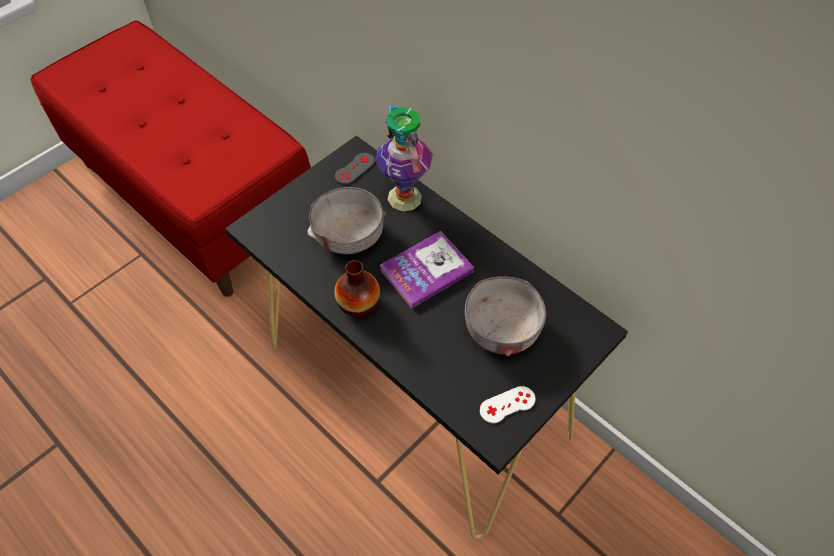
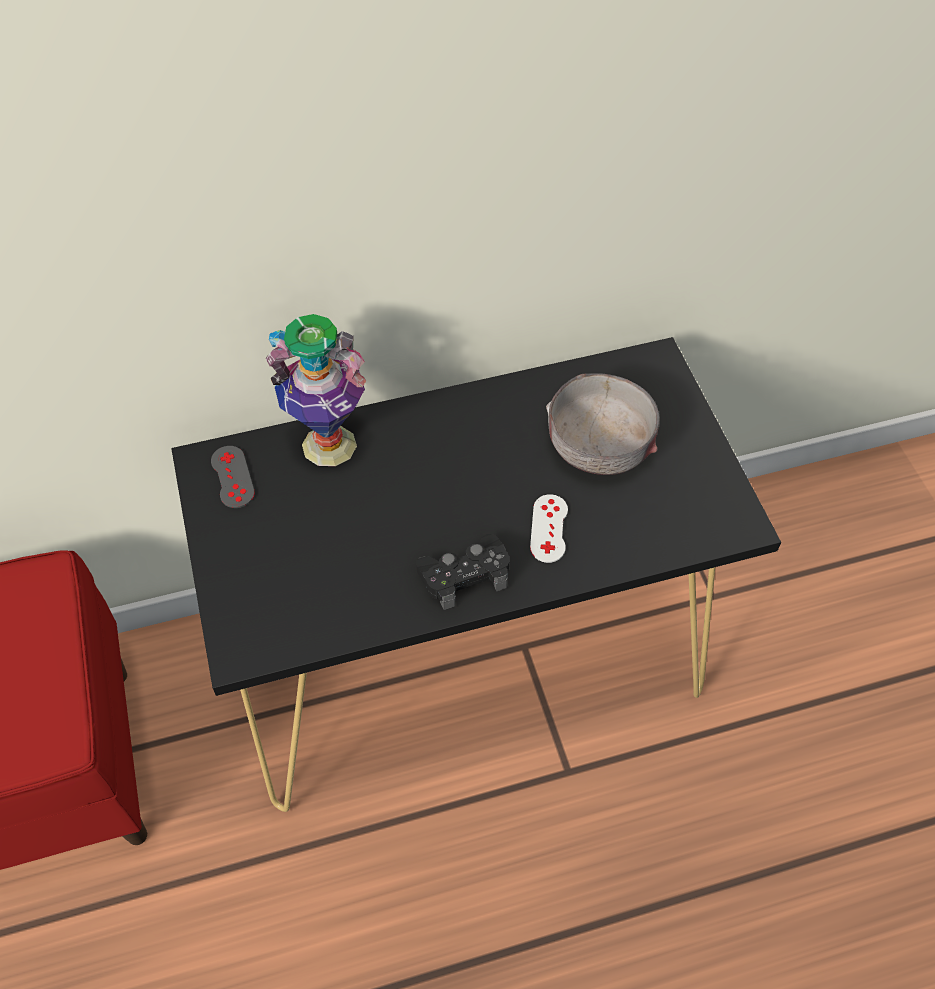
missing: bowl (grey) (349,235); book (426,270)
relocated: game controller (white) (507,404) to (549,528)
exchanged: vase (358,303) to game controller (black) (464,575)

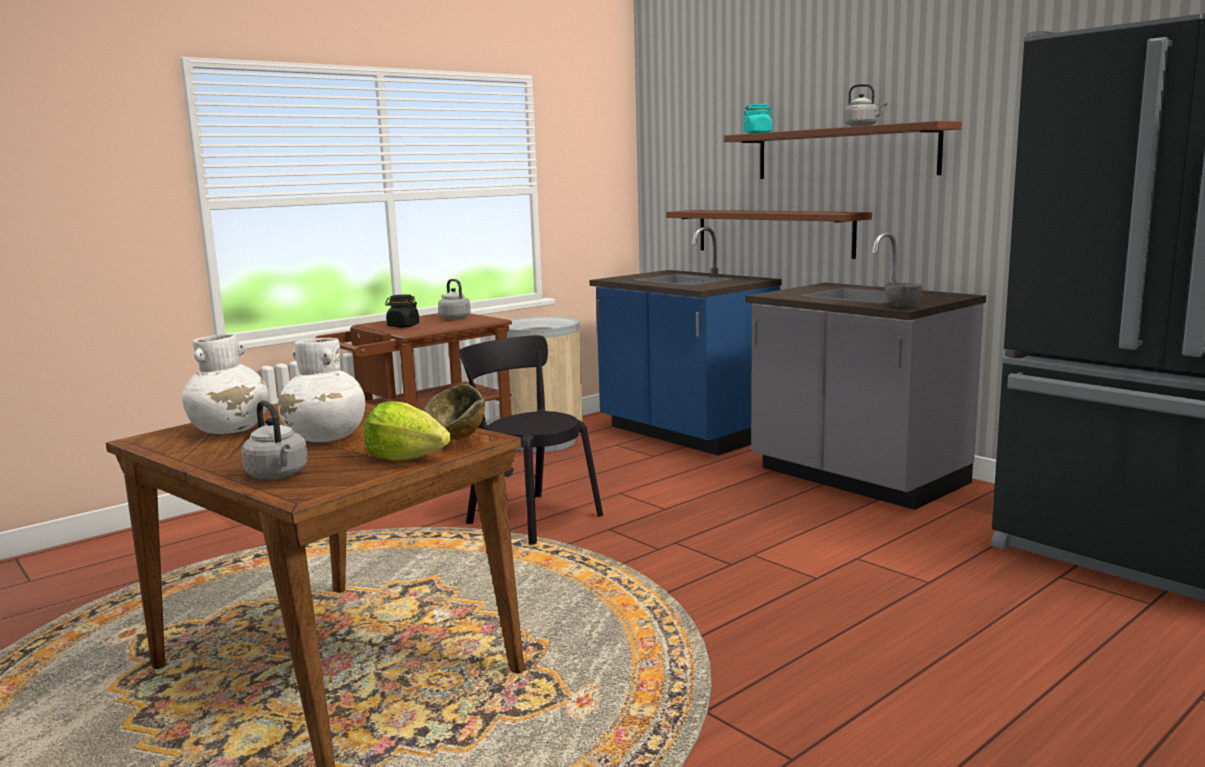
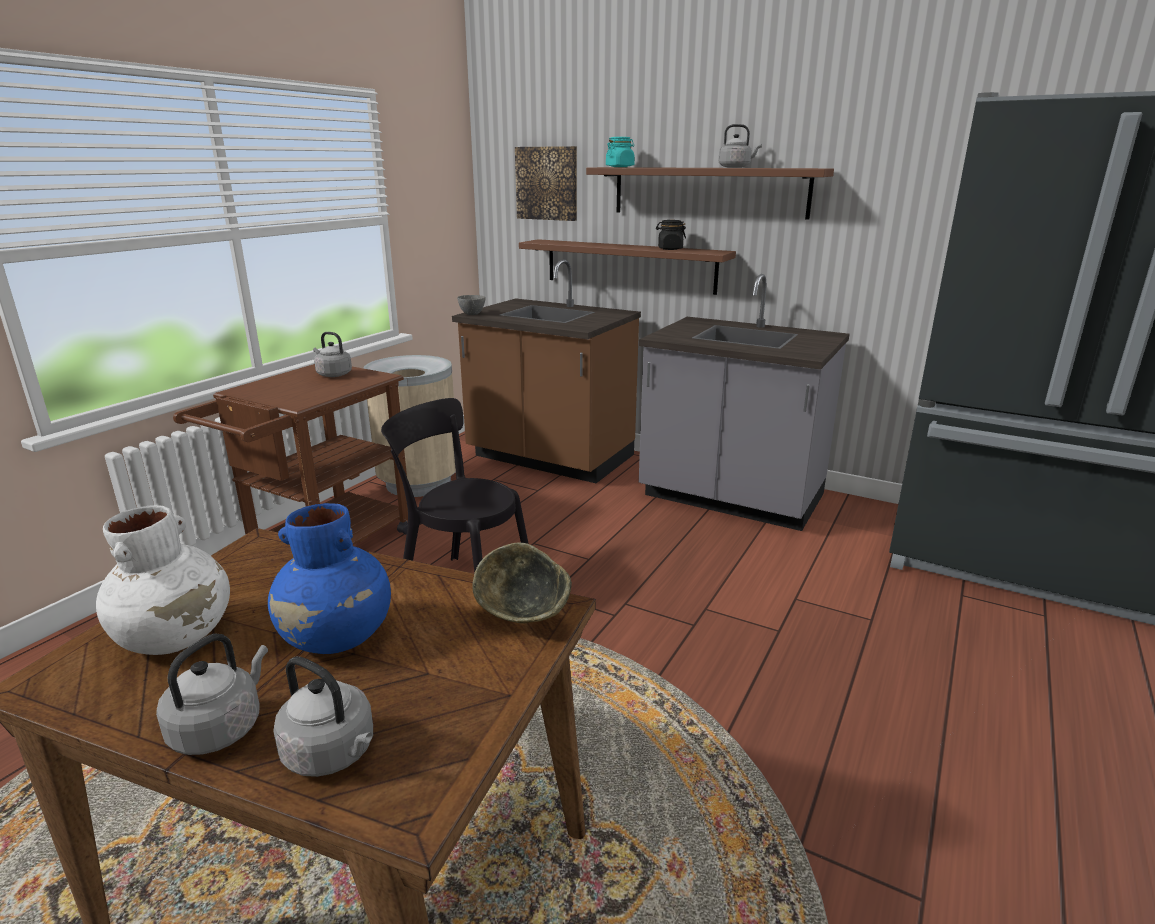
missing: lettuce (406,458)
appeared: kettle (grey) (220,728); picture (547,183)
relocated: jar (black) (403,326) to (670,249); bowl (grey) (901,307) to (471,314)
colour: vase (white) (325,438) to vase (blue) (337,638); counter (blue) (685,433) to counter (brown) (550,458)

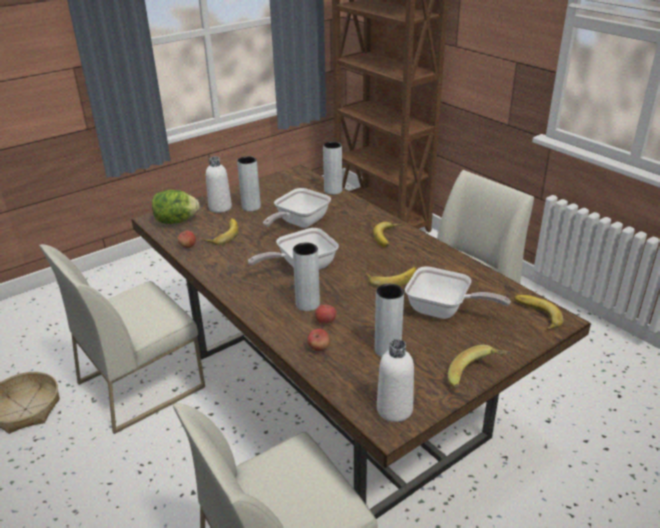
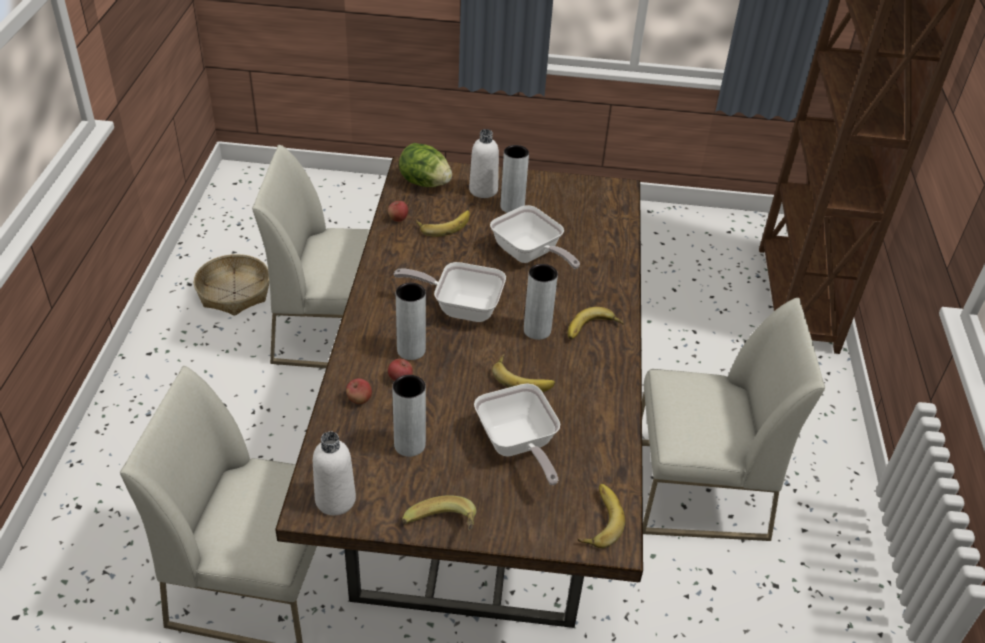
relocated: vase (grey) (333,190) to (537,330)
spun: frying pan (299,223) = (529,255) 120 degrees counterclockwise

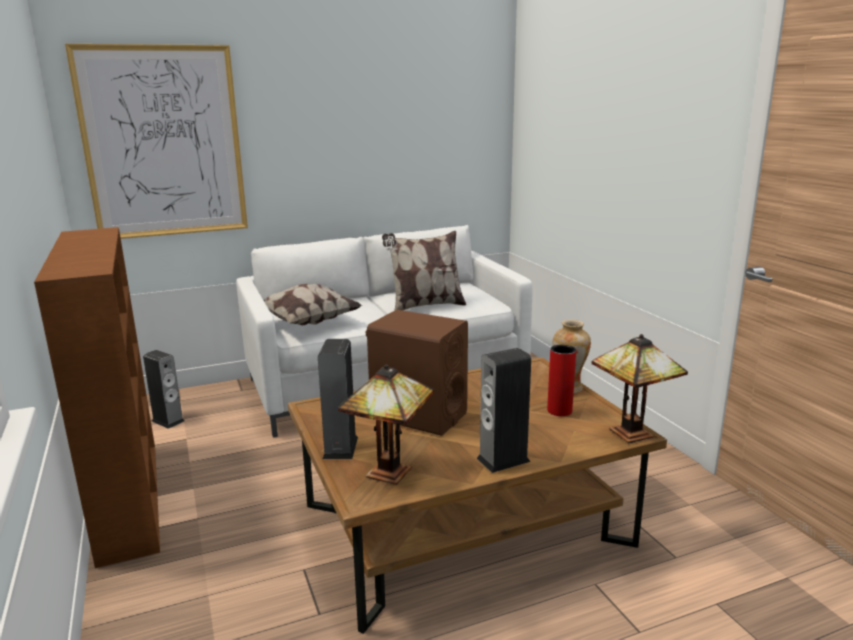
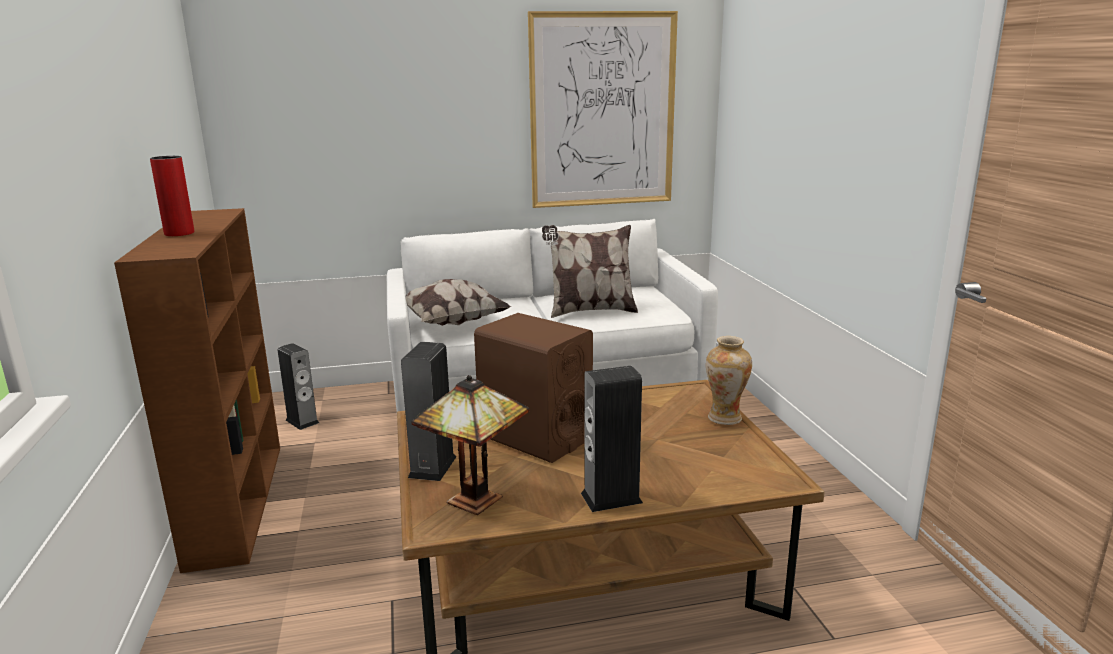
missing: table lamp (634,434)
relocated: picture (163,143) to (602,111); vase (red) (559,411) to (179,233)

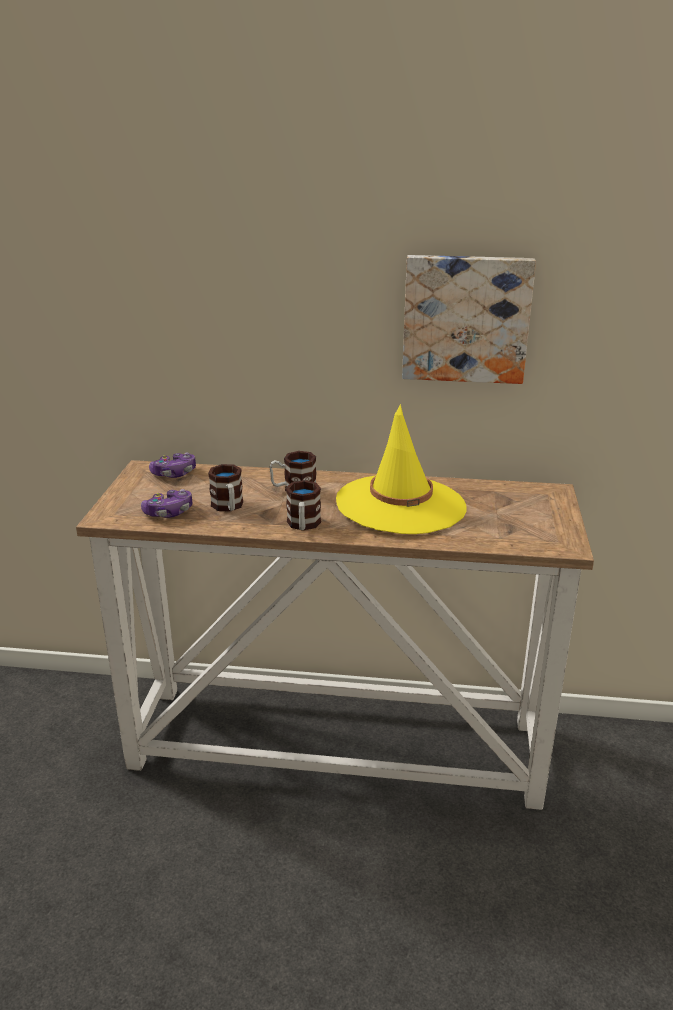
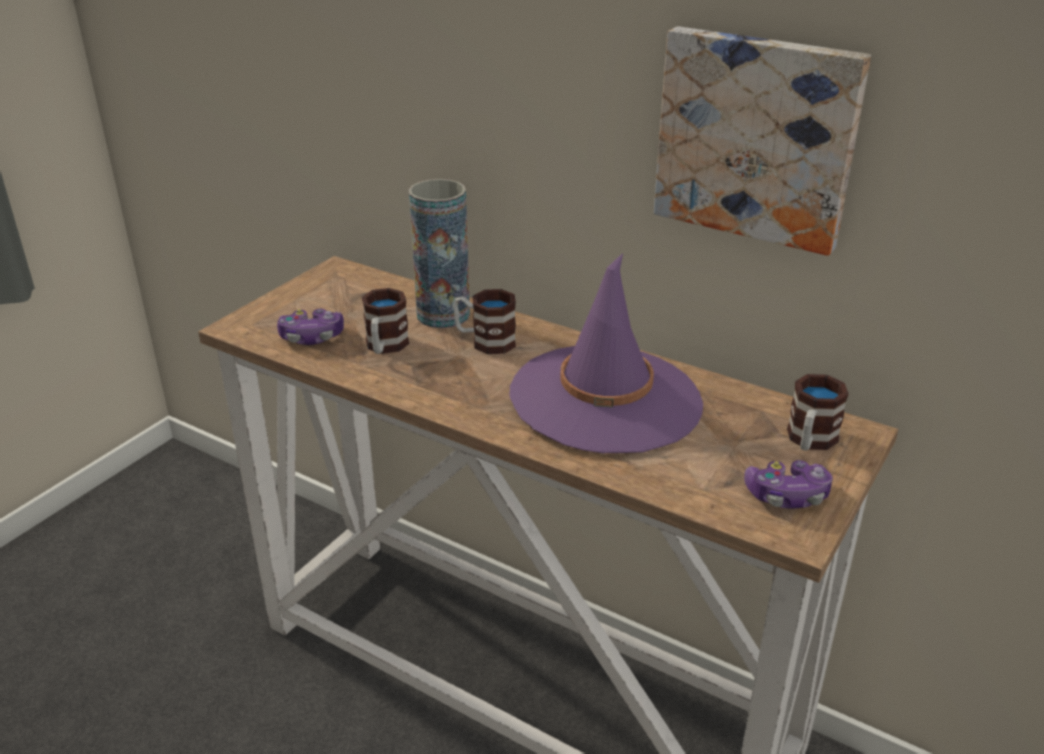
appeared: vase (443,315)
relocated: game controller (174,473) to (787,496); mug (303,525) to (809,441)
colour: hat (yellow) (400,505) to hat (purple) (606,399)

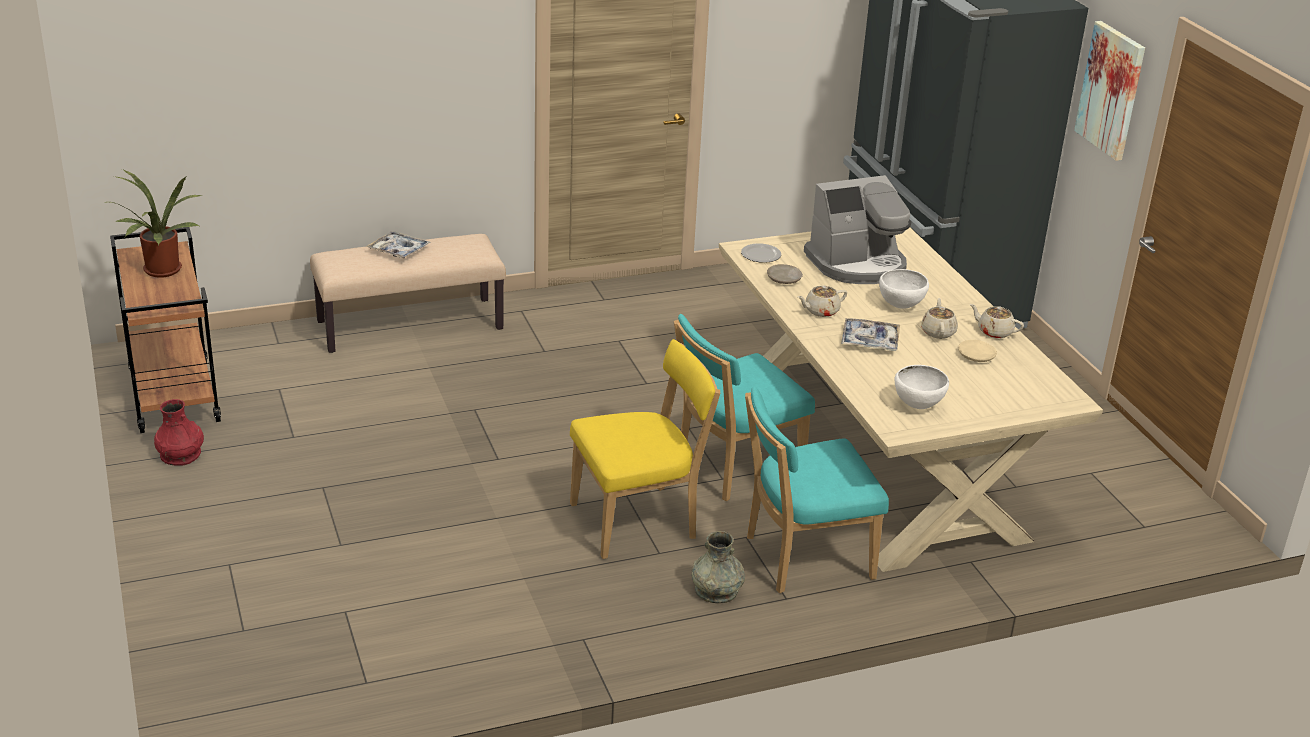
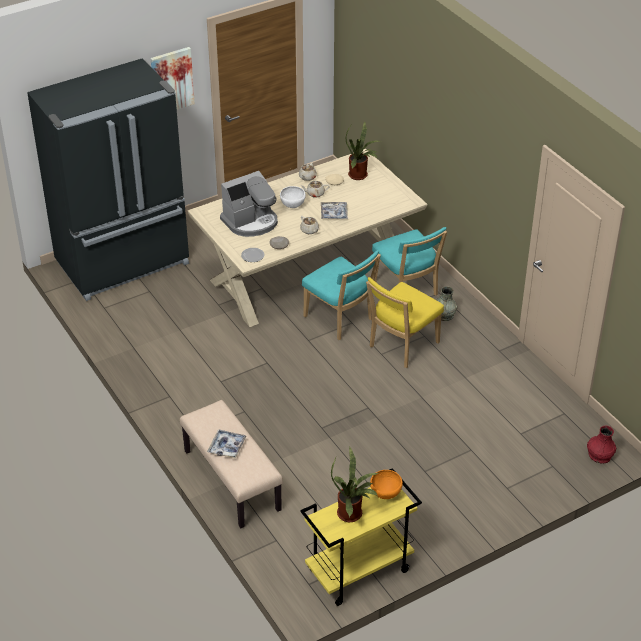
missing: bowl (white) (918,405)
appeared: potted plant (360,175); bowl (orange) (385,494)
relocated: vase (red) (180,454) to (599,455)
colour: cart (brown) (173,395) to cart (yellow) (358,572)
spun: chair (yellow) (639,521) = (401,346) 105 degrees counterclockwise; coffee machine (857,264) = (251,222) 90 degrees clockwise

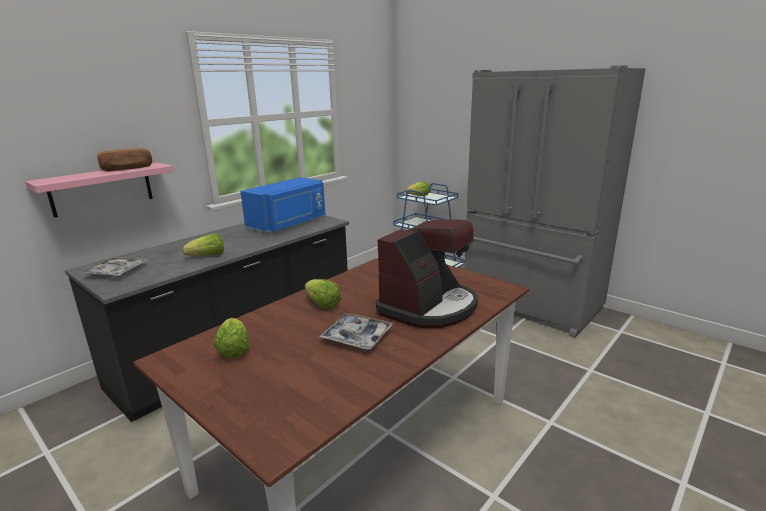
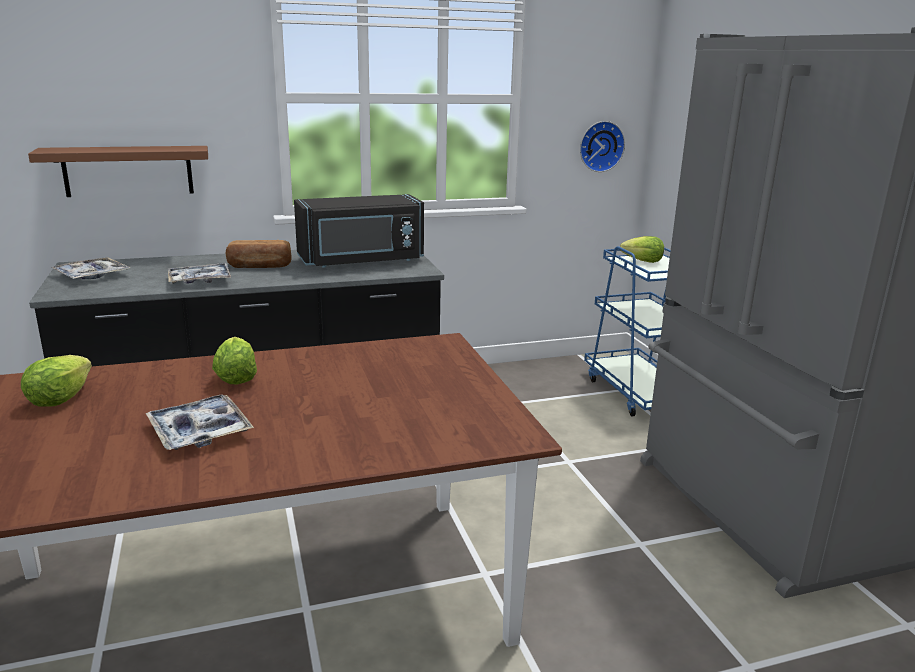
missing: coffee machine (429,307)
appeared: wall clock (600,146)
relocated: bread (127,169) to (260,266)
exchanged: lettuce (207,256) to tray (200,280)
colour: shelf (pink) (102,189) to shelf (brown) (128,171); microwave (blue) (289,223) to microwave (black) (362,261)

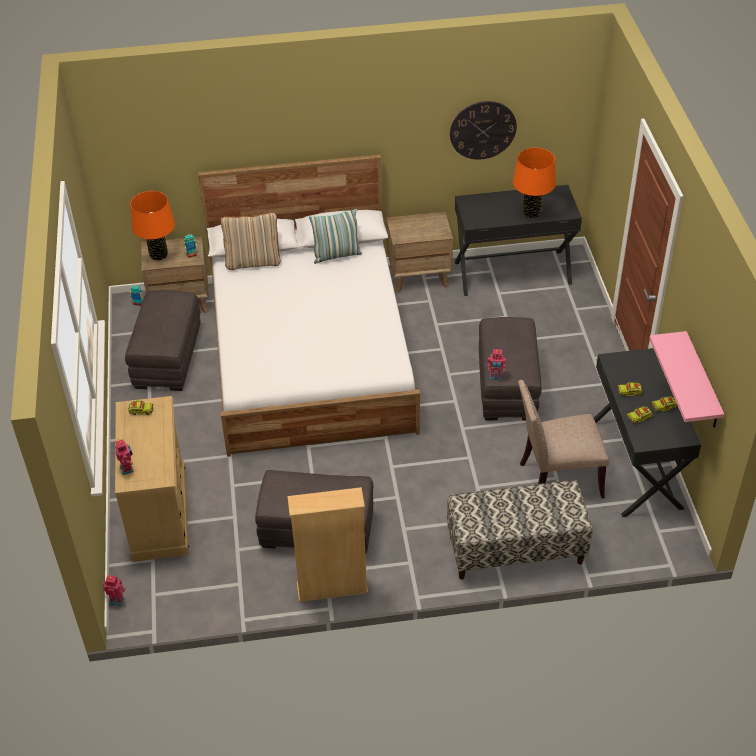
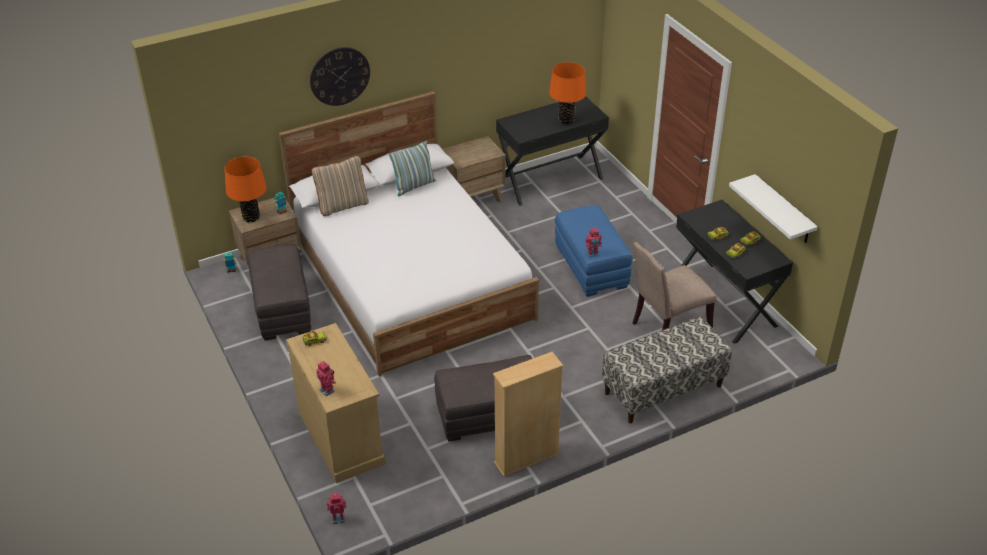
relocated: wall clock (483,130) to (339,76)
colour: ottoman (grey) (507,387) to ottoman (blue) (591,267); shelf (pink) (702,382) to shelf (white) (783,210)

